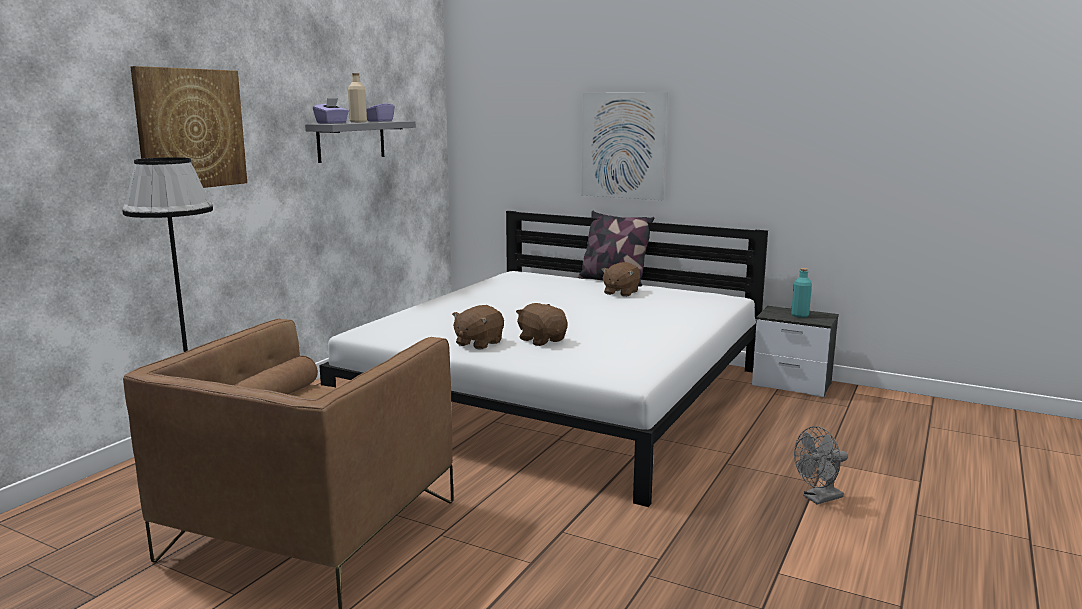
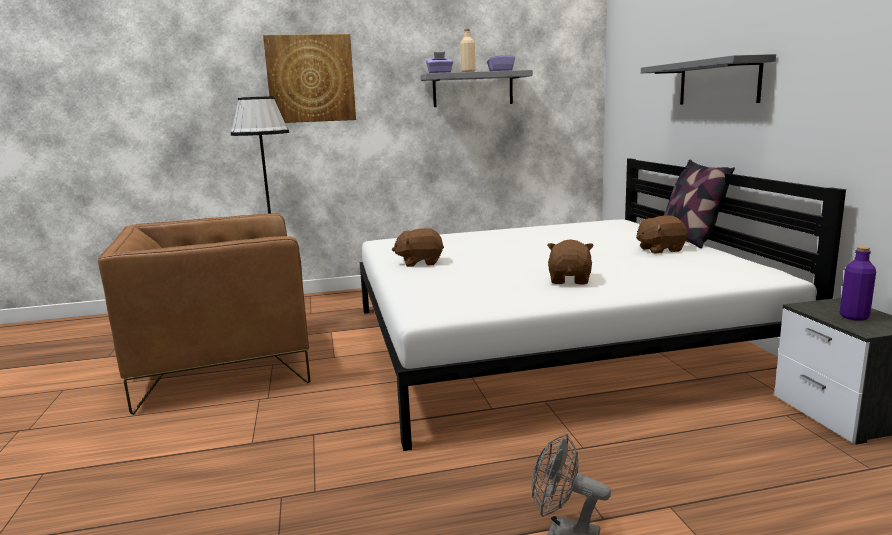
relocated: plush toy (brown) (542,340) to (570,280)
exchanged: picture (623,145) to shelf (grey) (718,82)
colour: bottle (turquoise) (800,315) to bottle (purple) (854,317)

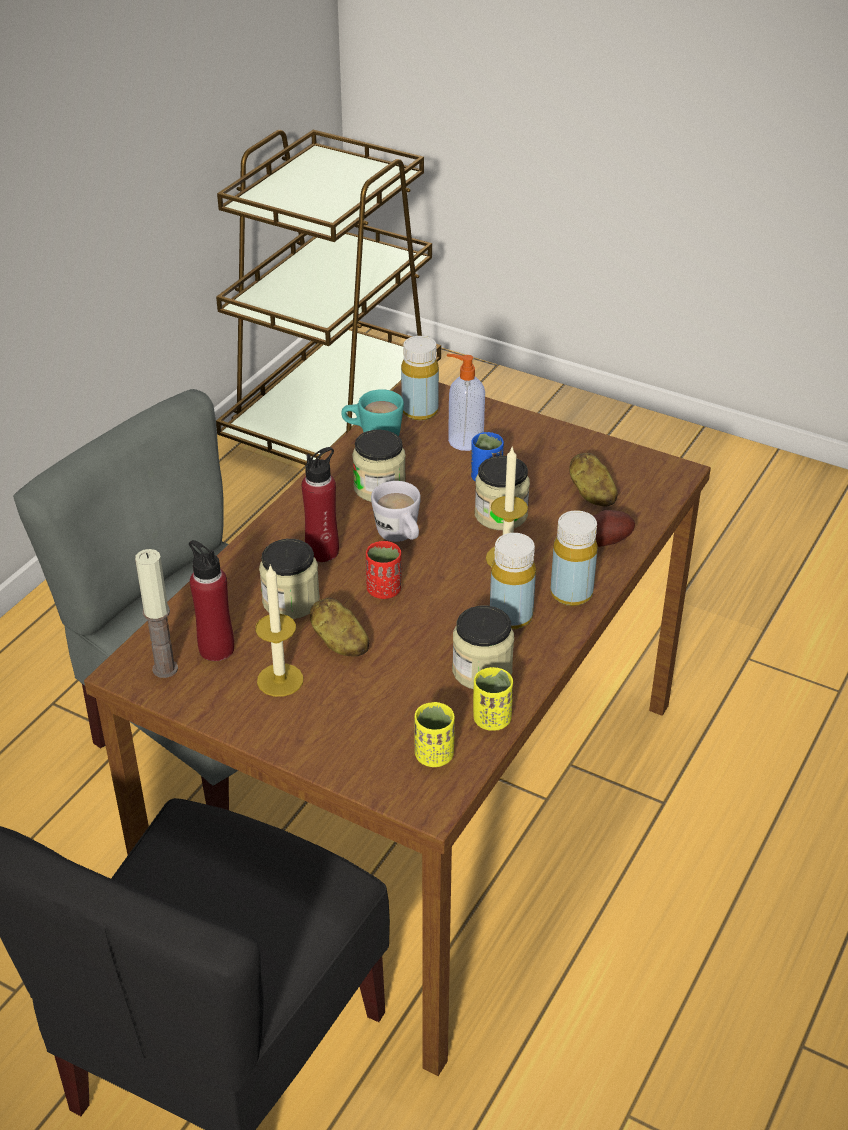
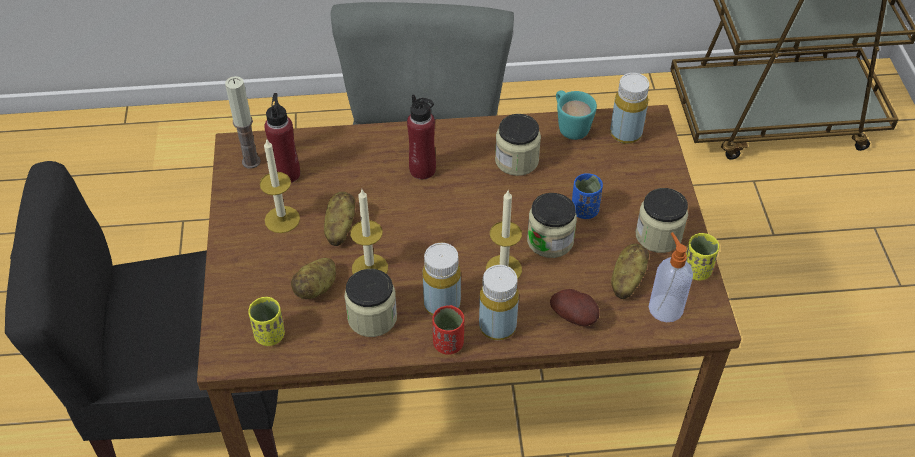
missing: mug (white) (400,537)
appeared: potato (317,288); candle (370,268)
relocated: jar (291,601) to (658,235); cup (red) (384,590) to (448,343); soap dispenser (464,440) to (665,307); cup (yellow) (491,720) to (696,271)

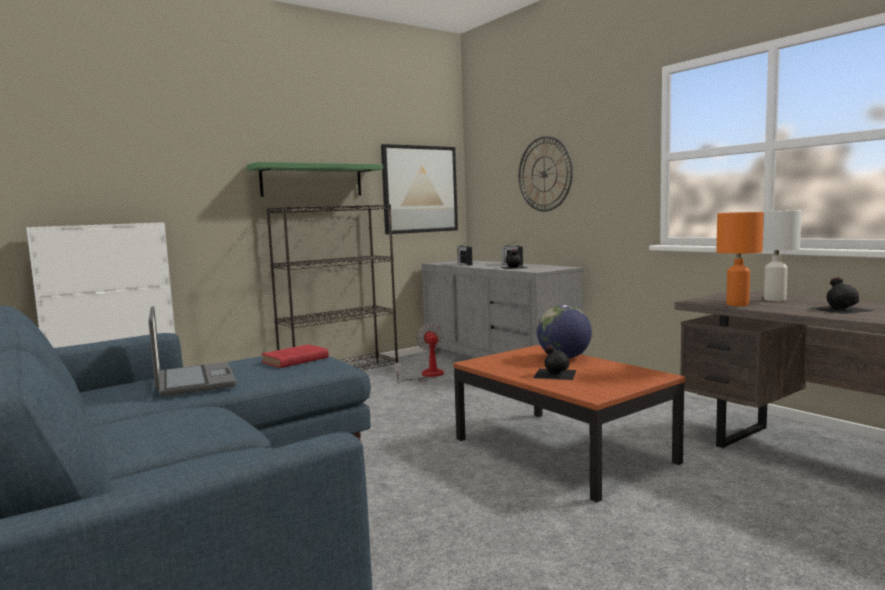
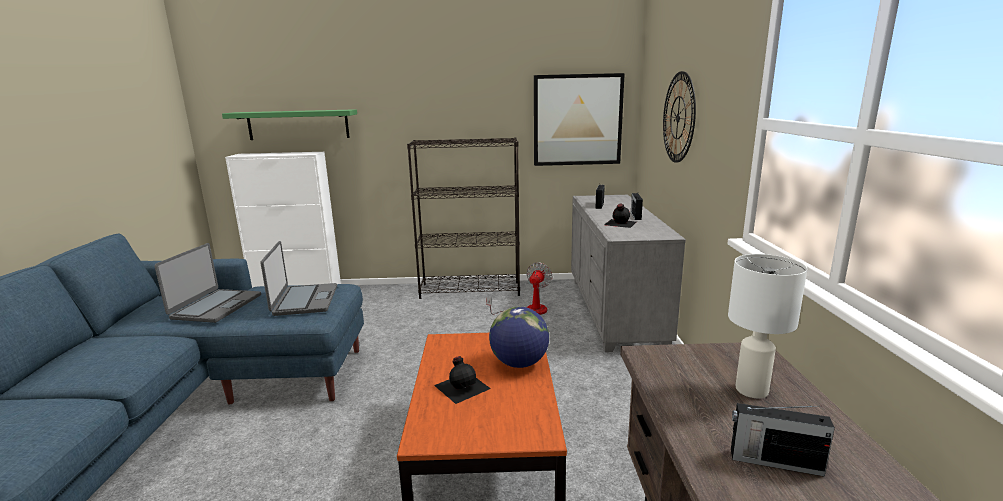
missing: table lamp (orange) (738,304)
relocated: shelf (green) (312,180) to (298,125)
exchanged: book (red) (293,360) to laptop (304,300); bottle (black) (840,309) to radio (773,461)

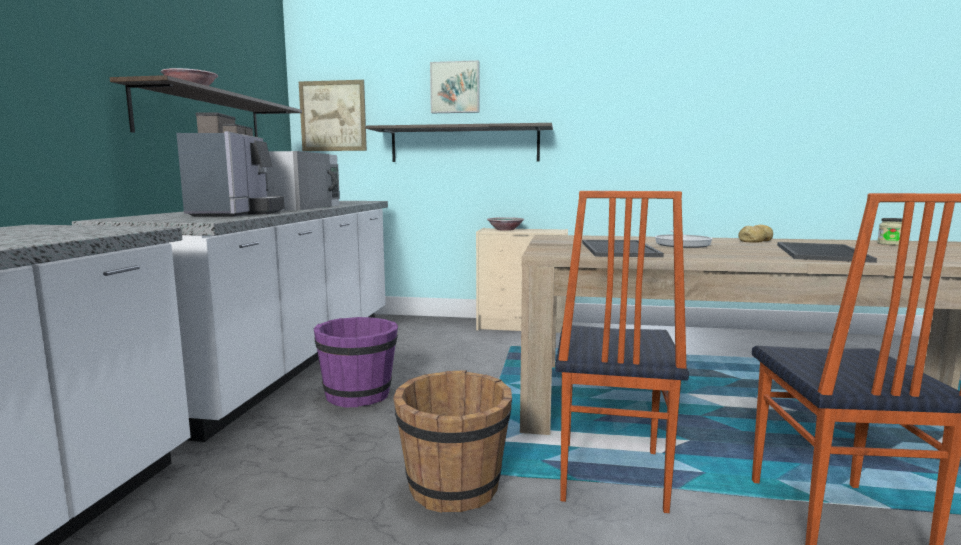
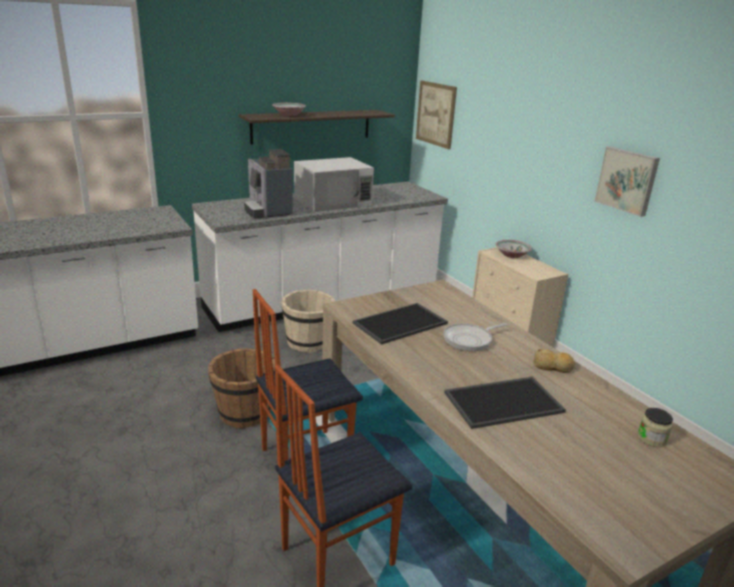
missing: shelf (464,145)
relocated: picture (455,87) to (627,180)
colour: bucket (purple) (359,395) to bucket (beige) (308,342)
spun: coffee machine (236,214) = (268,211) 105 degrees clockwise

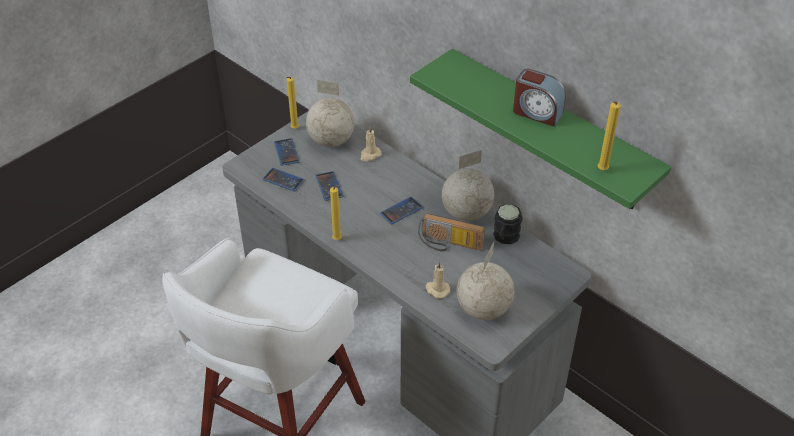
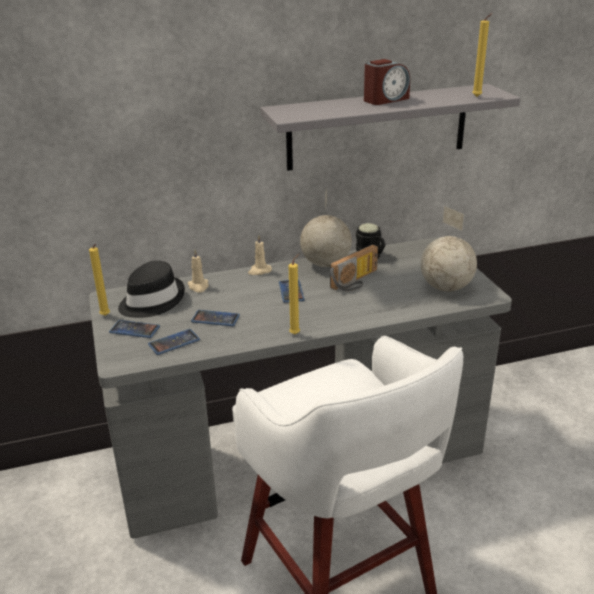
relocated: candle (beige) (437,289) to (259,271)
exchanged: globe (331,140) to hat (black) (151,300)
colour: shelf (green) (550,131) to shelf (grey) (378,127)

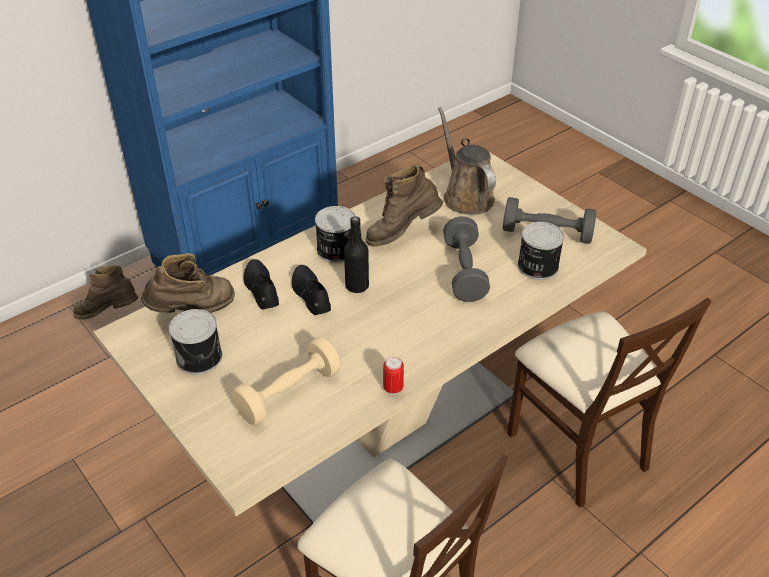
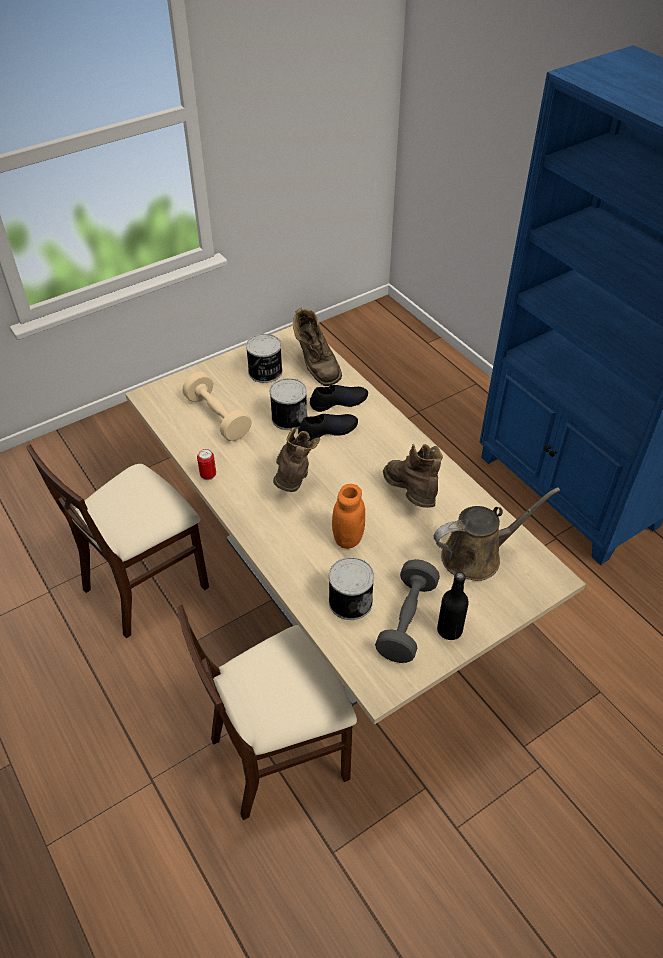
relocated: boot (brown) (109,314) to (294,480); can (336,250) to (288,417); bottle (black) (357,286) to (449,630)
exchanged: dumbbell (grey) (464,271) to jar (orange) (348,538)

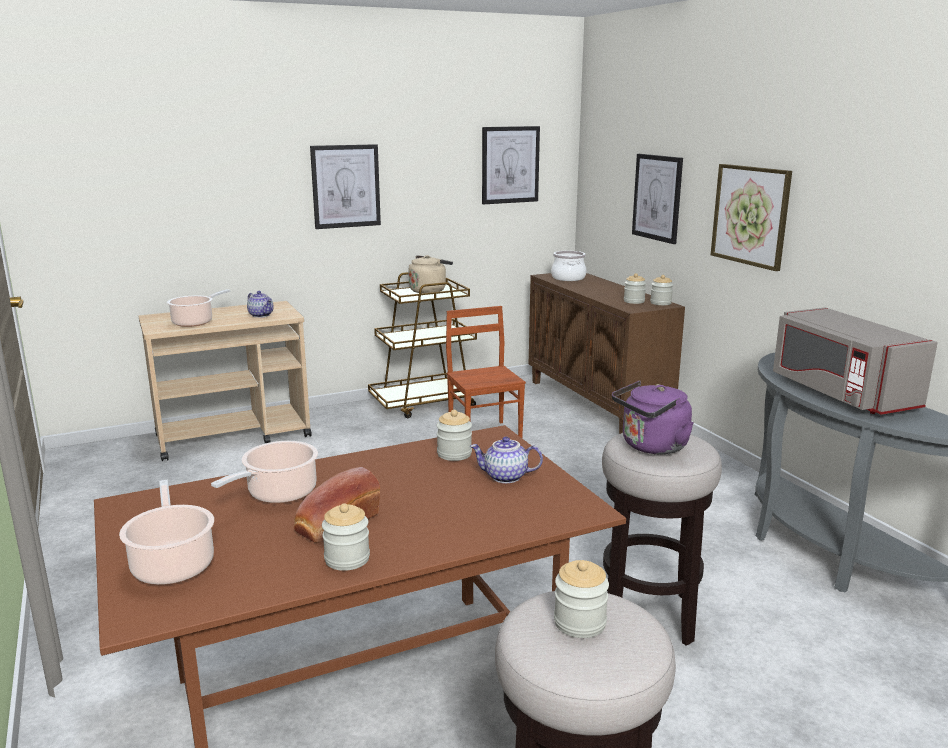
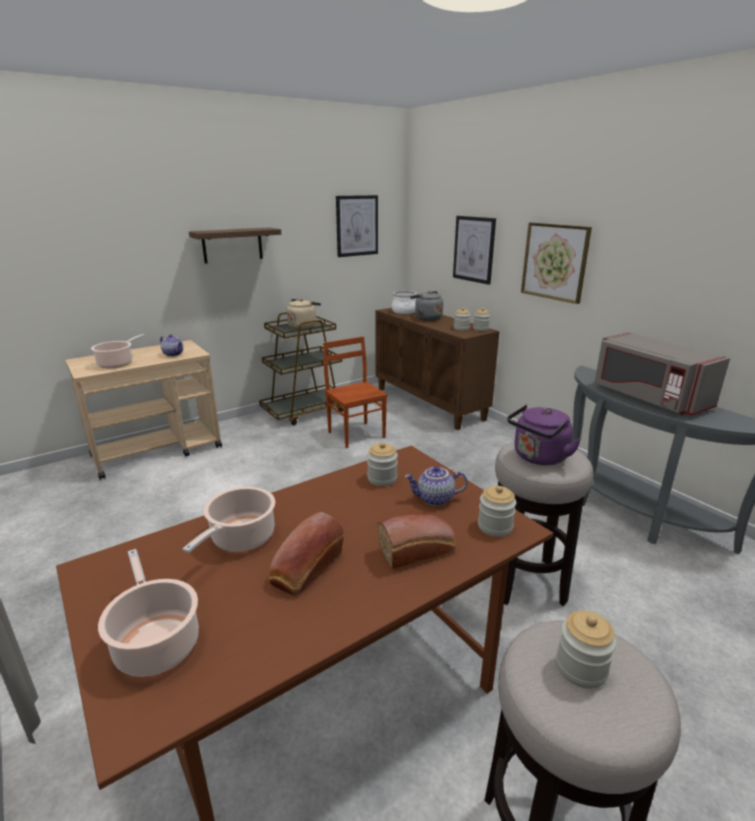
appeared: bread (418,550); kettle (grey) (426,318)
relocated: jar (347,559) to (495,526)
exchanged: picture (345,186) to shelf (232,245)

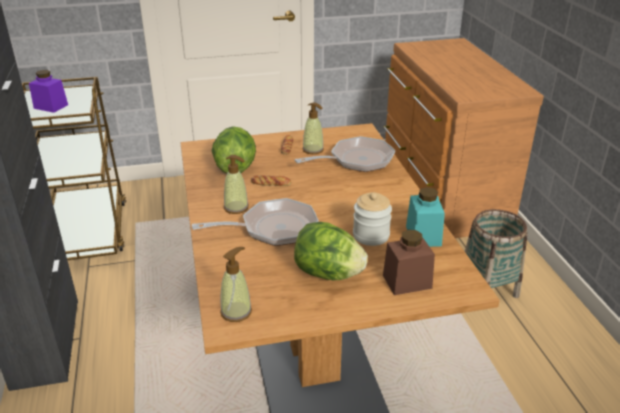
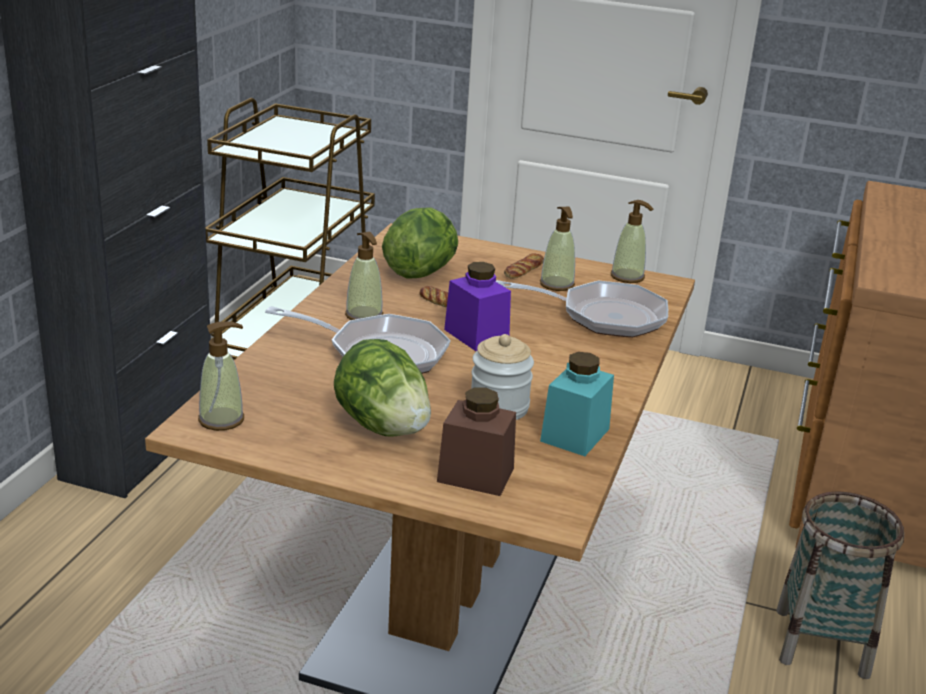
appeared: soap dispenser (627,277)
relocated: jar (purple) (51,106) to (476,335)

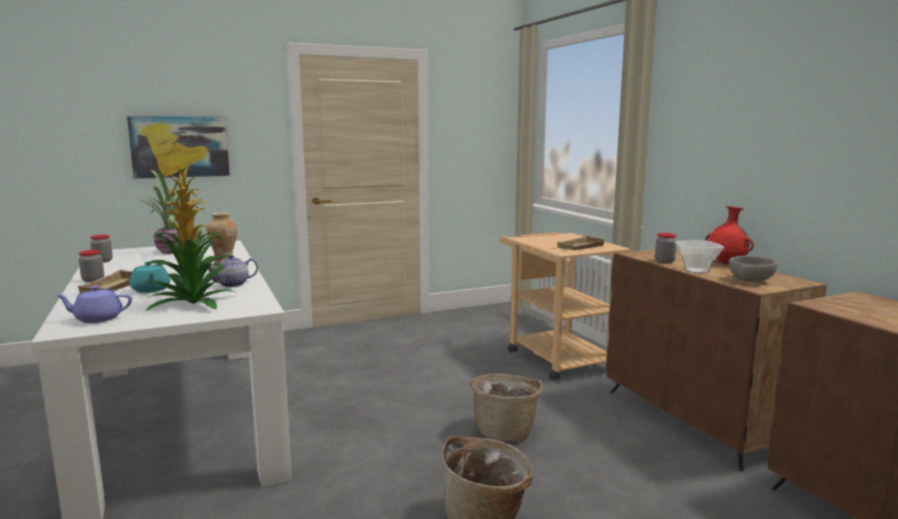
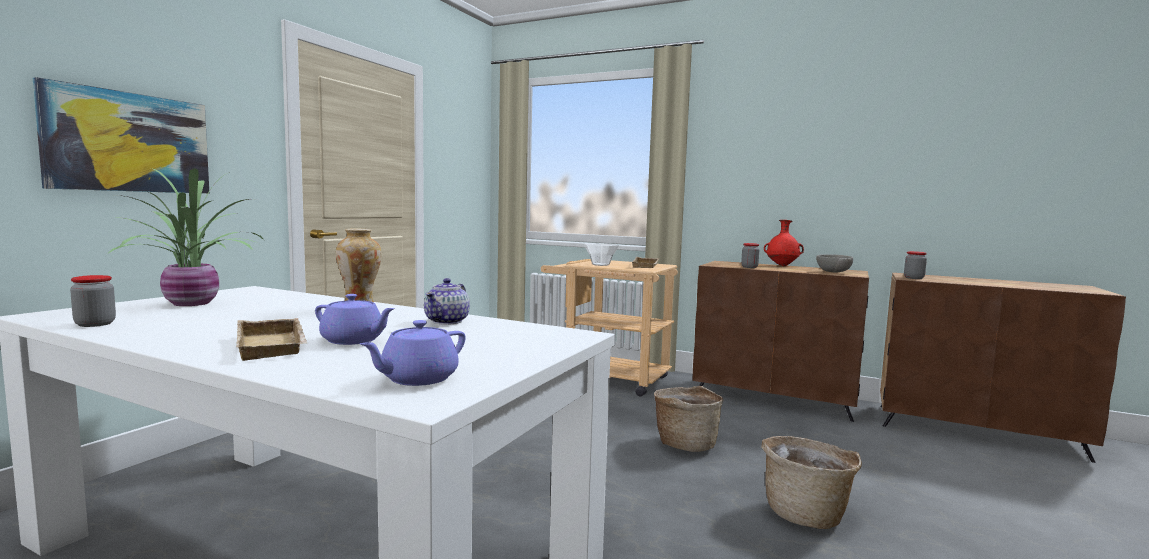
missing: potted plant (193,302)
relocated: jar (93,280) to (913,278); bowl (697,271) to (601,265)
colour: teapot (turquoise) (151,290) to teapot (purple) (354,340)

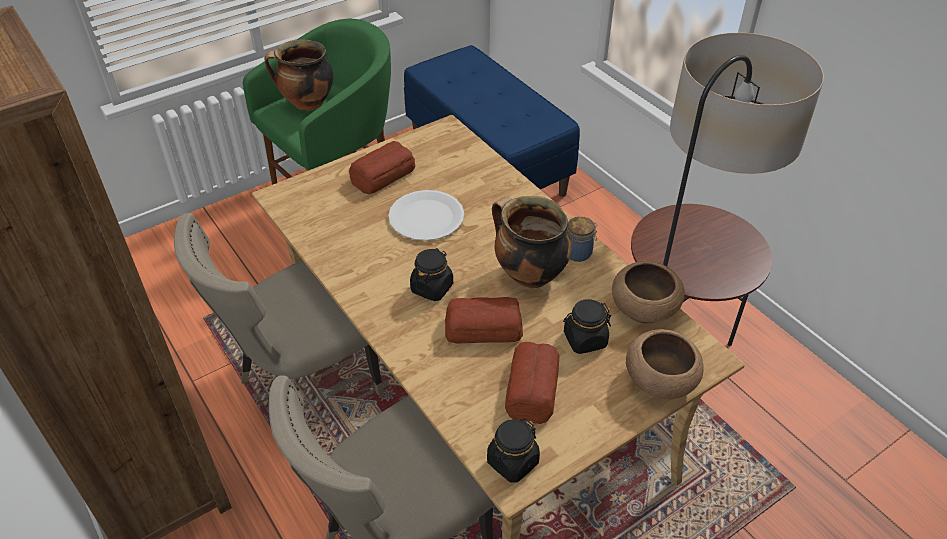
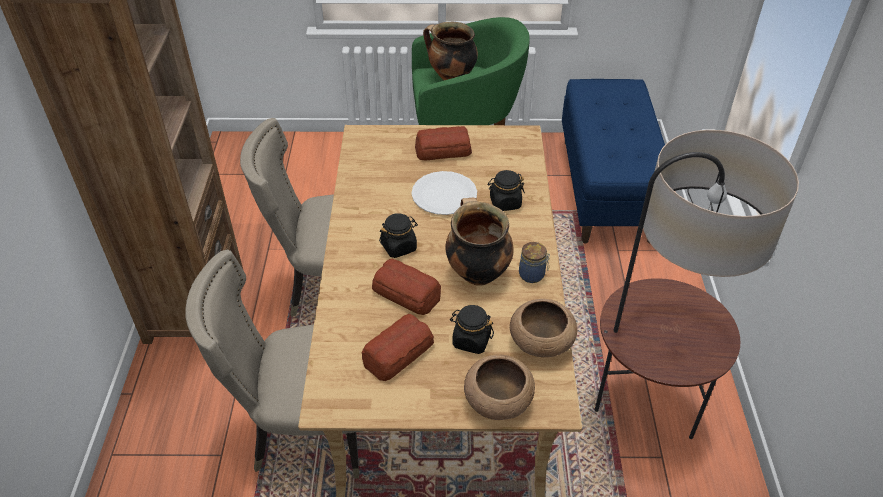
relocated: jar (black) (512,462) to (505,203)

